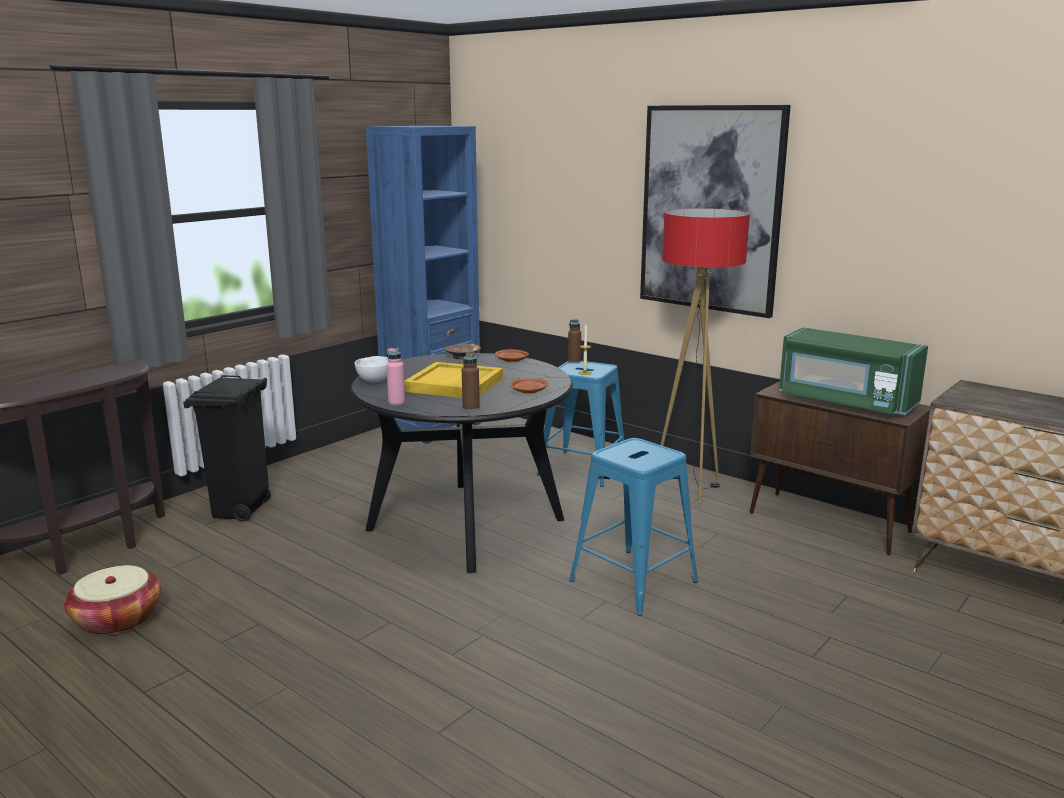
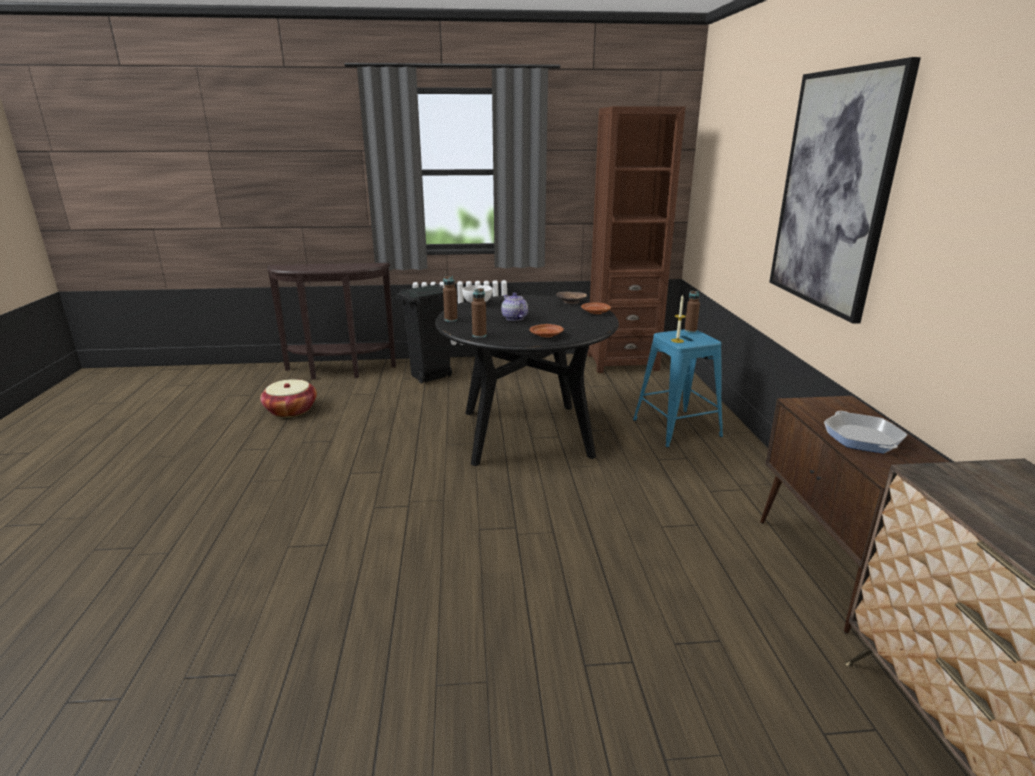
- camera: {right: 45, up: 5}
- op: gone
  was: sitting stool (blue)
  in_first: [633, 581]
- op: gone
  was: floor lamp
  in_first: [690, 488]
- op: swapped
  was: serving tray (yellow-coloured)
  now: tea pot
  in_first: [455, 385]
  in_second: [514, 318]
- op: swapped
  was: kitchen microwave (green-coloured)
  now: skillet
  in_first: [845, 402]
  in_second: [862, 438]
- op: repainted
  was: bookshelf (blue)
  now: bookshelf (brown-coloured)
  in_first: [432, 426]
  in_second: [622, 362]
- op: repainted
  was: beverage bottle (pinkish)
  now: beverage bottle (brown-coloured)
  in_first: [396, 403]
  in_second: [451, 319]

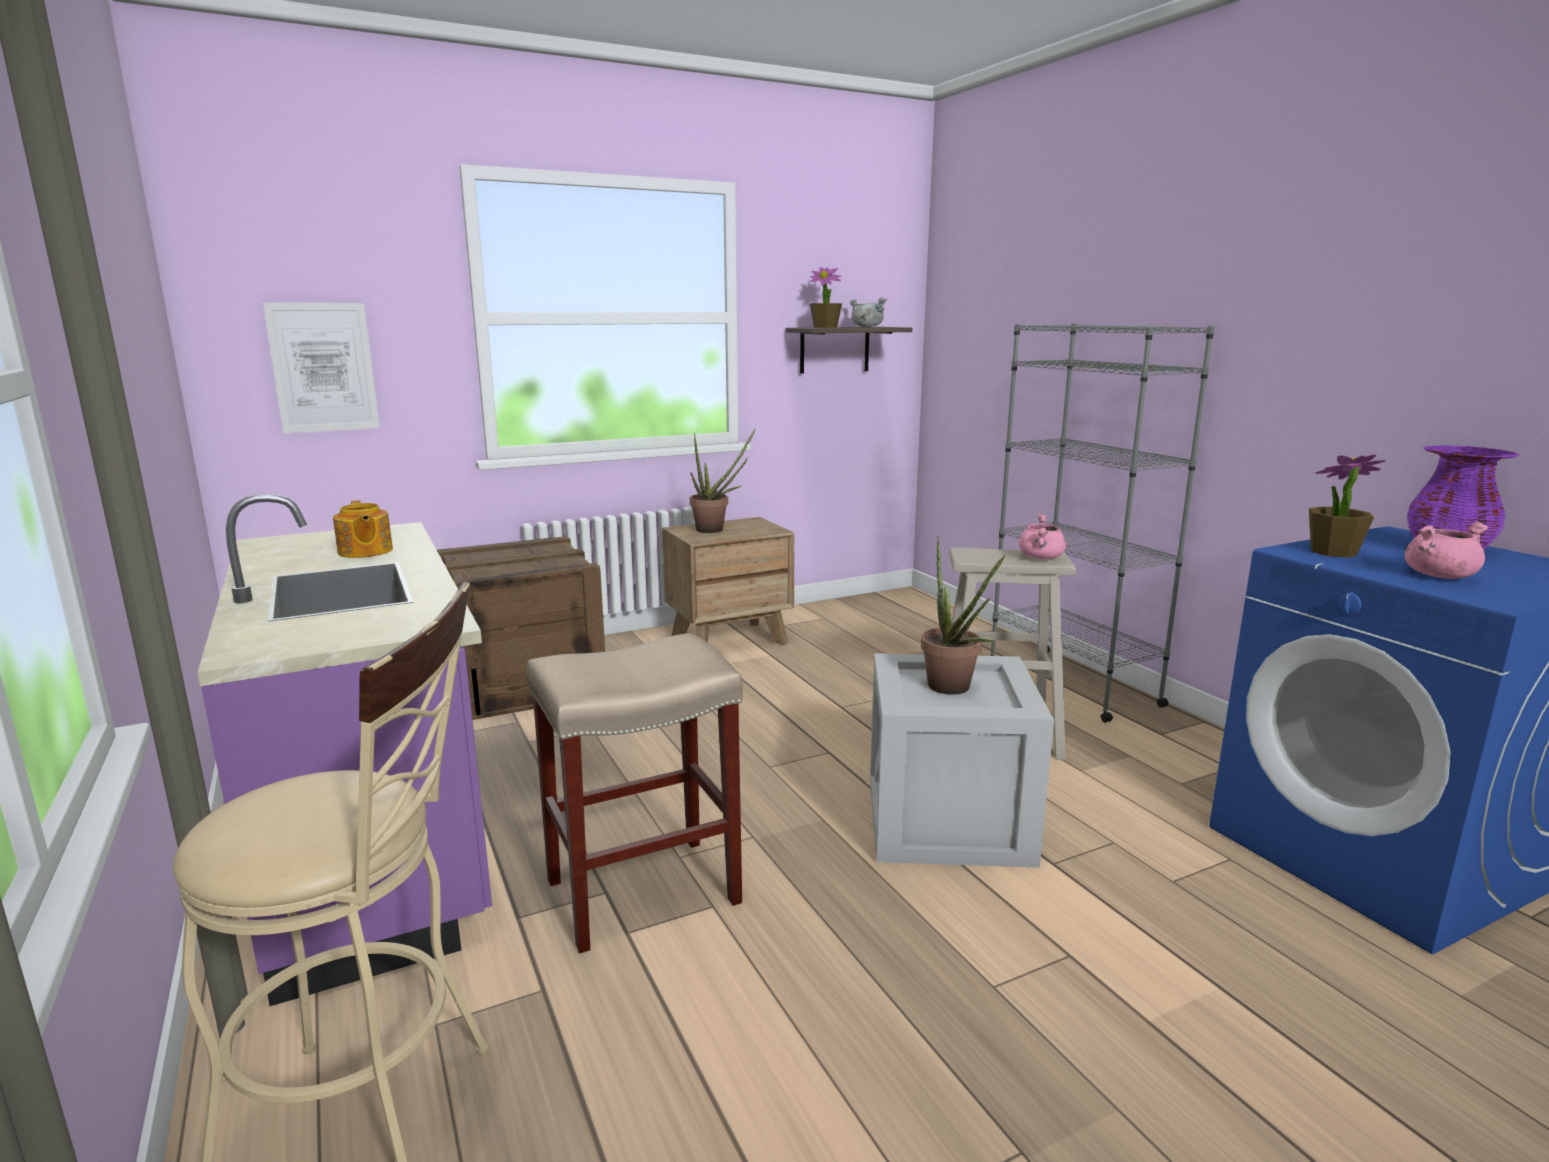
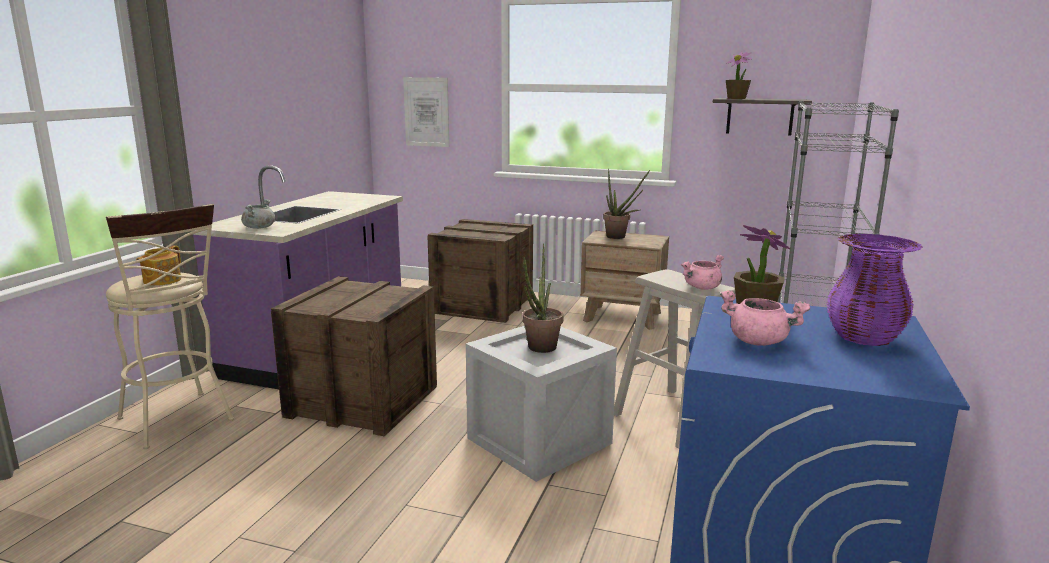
- camera: {right: 45, up: 0}
- op: shifted
  was: tea pot
  in_first: [365, 552]
  in_second: [161, 281]
- op: shifted
  was: cooking pot (grey)
  in_first: [866, 327]
  in_second: [259, 227]
- op: swapped
  was: sitting stool (beige)
  now: shipping crate
  in_first: [645, 890]
  in_second: [363, 401]

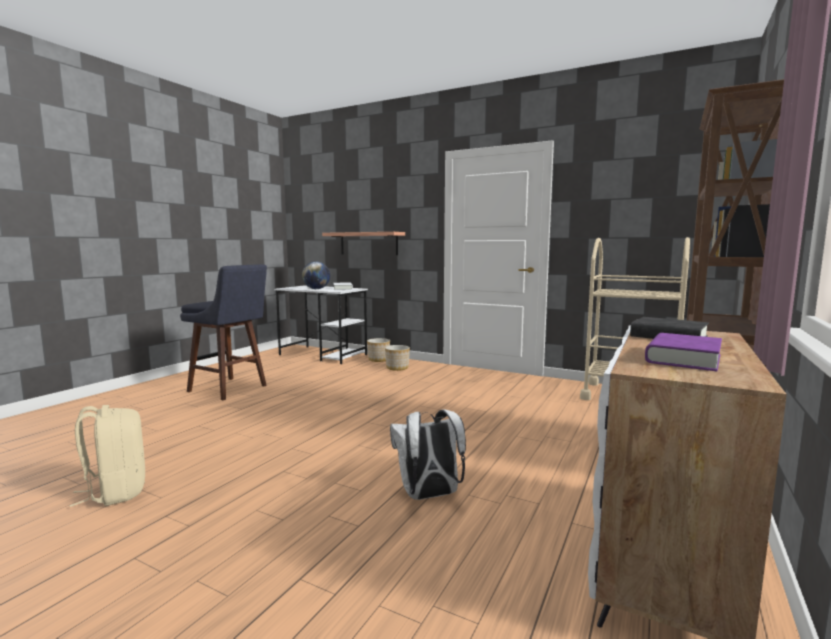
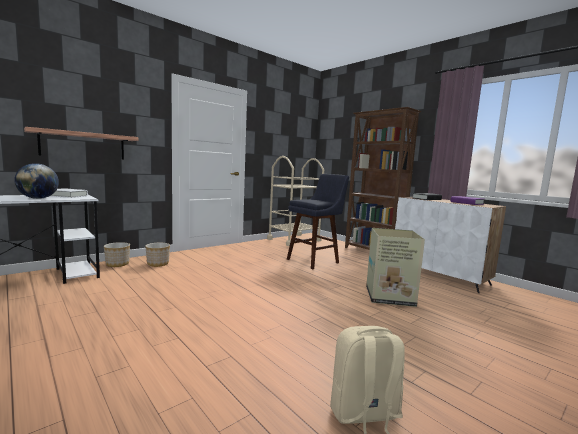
- camera: {right: -70, up: 0}
- op: shifted
  was: sitting stool (blue)
  in_first: [230, 389]
  in_second: [315, 260]
- op: swapped
  was: rucksack (whitish)
  now: packing box
  in_first: [429, 495]
  in_second: [390, 297]

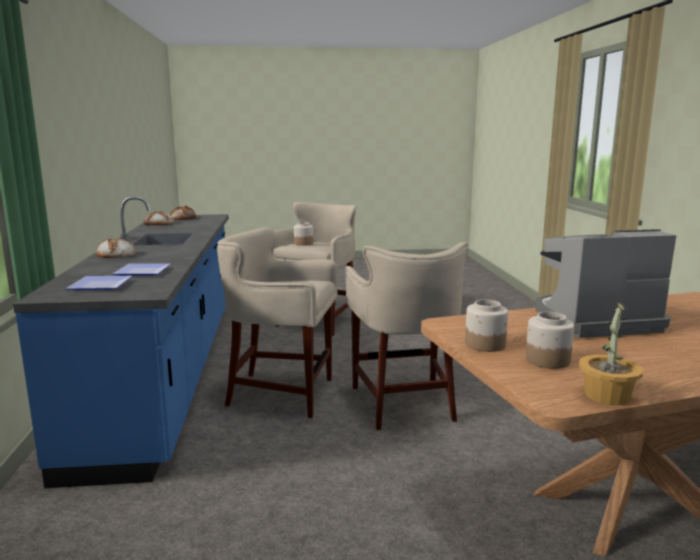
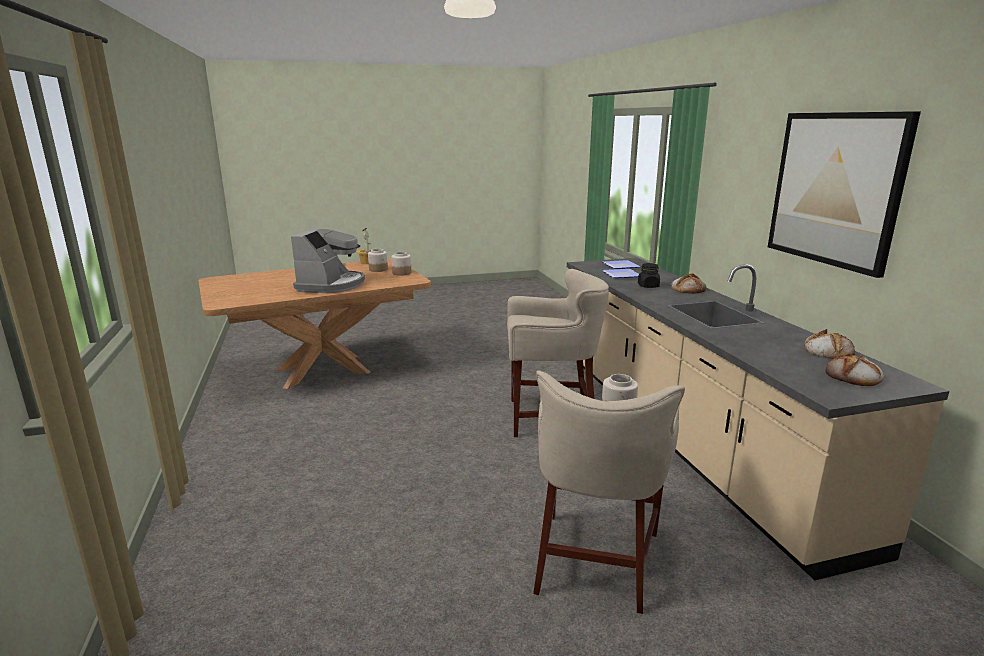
- camera: {right: 170, up: 5}
- op: gone
  was: sitting stool (beige)
  in_first: [404, 402]
- op: new
  now: storage jar (black-coloured)
  in_second: [648, 286]
- op: new
  now: picture
  in_second: [835, 189]
- op: repainted
  was: kitchen counter (blue)
  now: kitchen counter (beige)
  in_first: [169, 370]
  in_second: [683, 433]
- op: rotated
  was: coffee brewer
  in_first: [593, 321]
  in_second: [331, 285]
  clockwise: -60

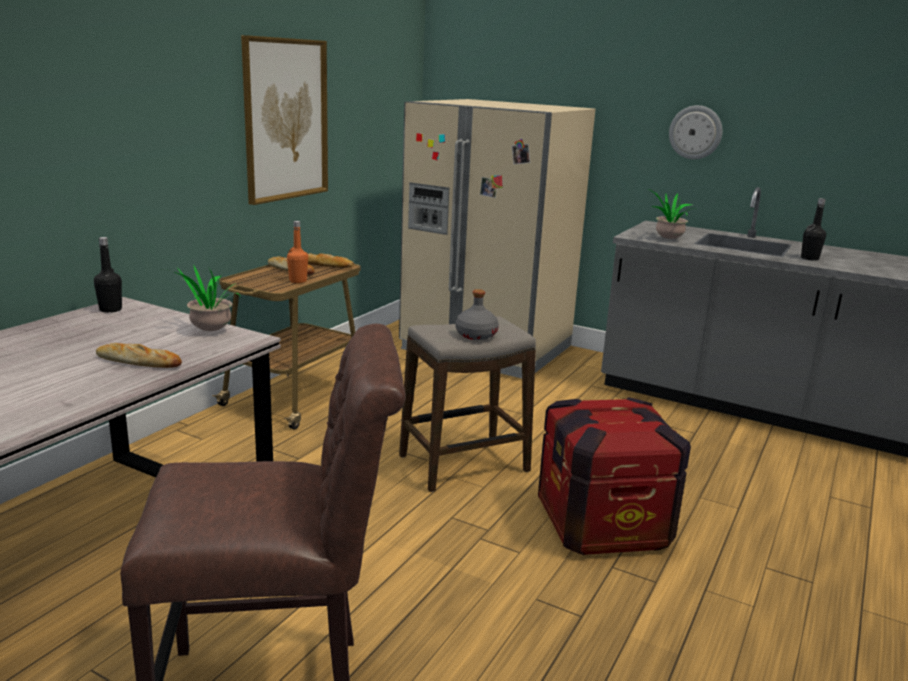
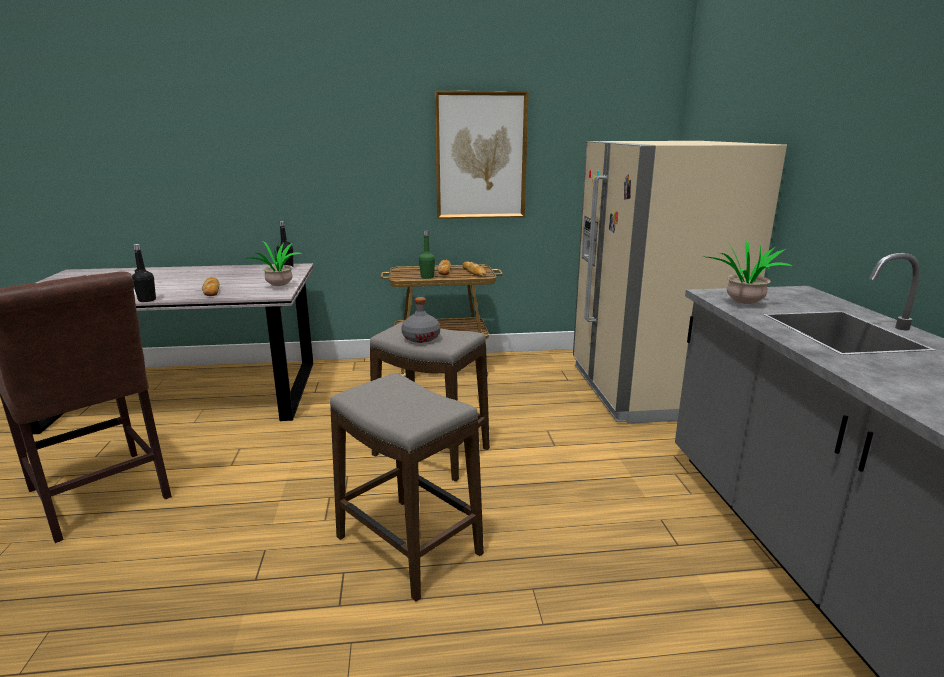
- camera: {right: 55, up: 0}
- op: gone
  was: hanging clock
  in_first: [695, 132]
- op: shifted
  was: beverage bottle (black-coloured)
  in_first: [809, 258]
  in_second: [147, 300]
- op: swapped
  was: shipping crate
  now: sitting stool
  in_first: [602, 525]
  in_second: [408, 545]
- op: repainted
  was: beverage bottle (orangey)
  now: beverage bottle (green-coloured)
  in_first: [298, 281]
  in_second: [427, 277]

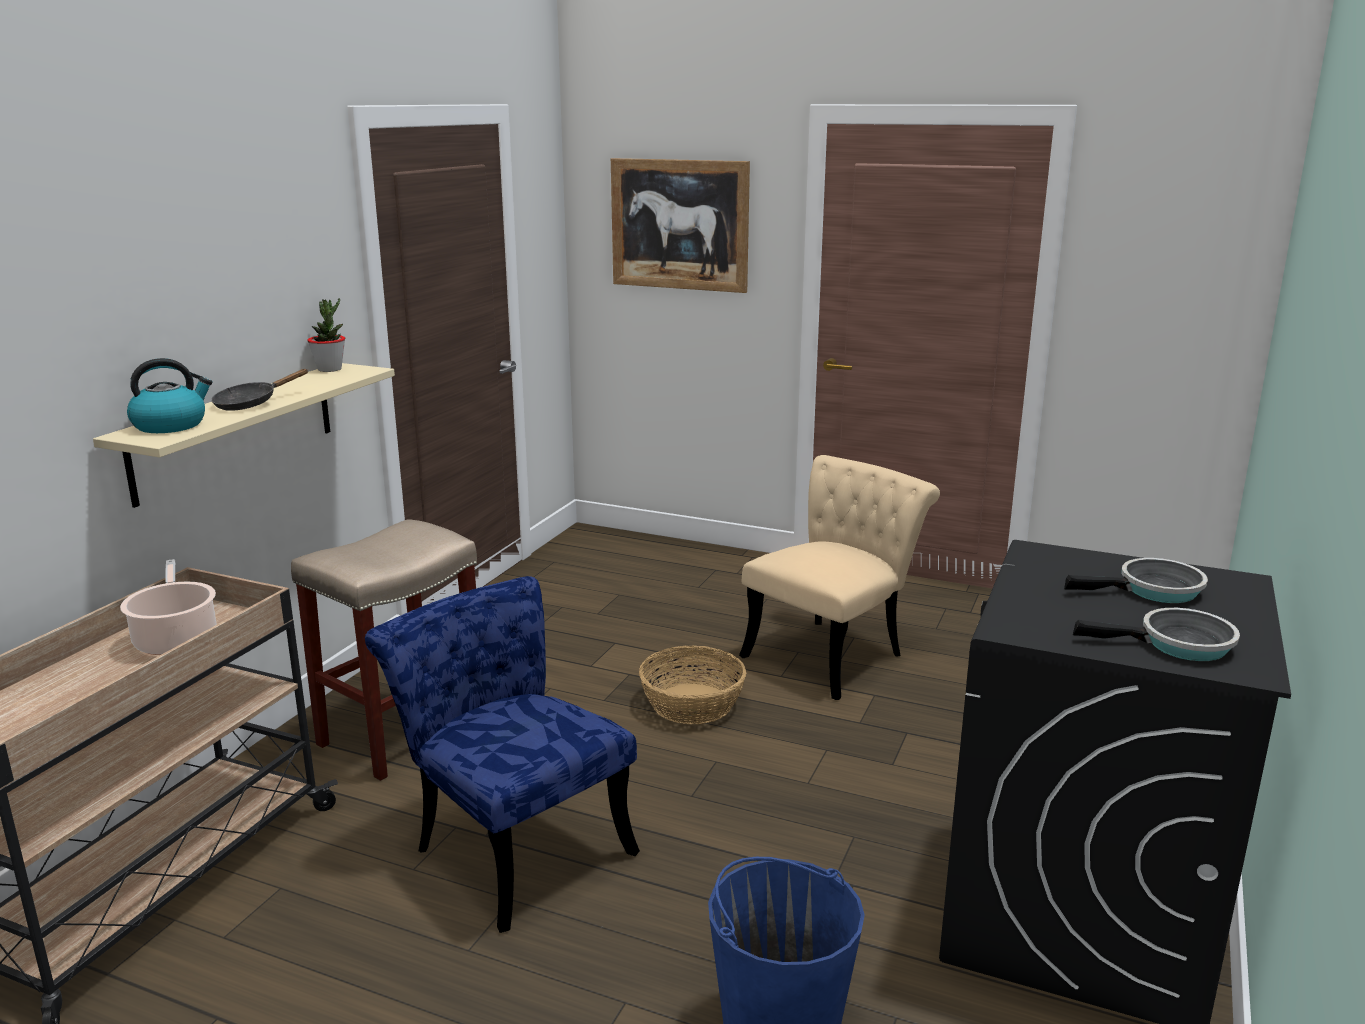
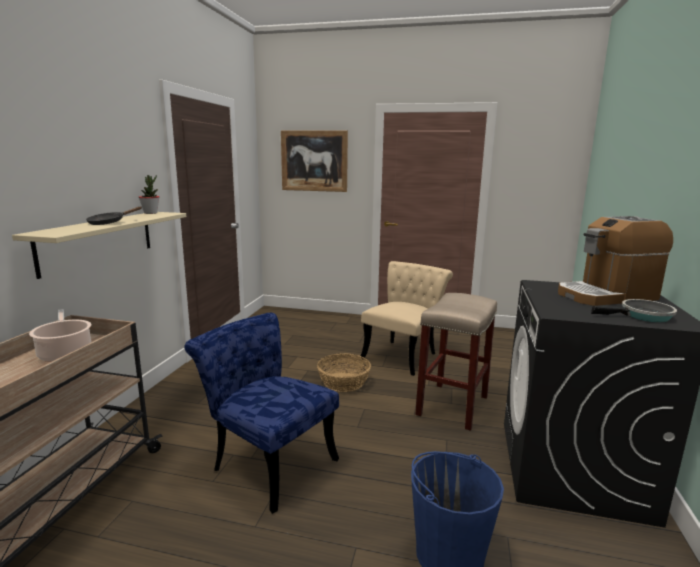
- camera: {right: -10, up: -5}
- op: gone
  was: kettle
  in_first: [171, 425]
- op: shifted
  was: sitting stool (beige)
  in_first: [404, 732]
  in_second: [452, 405]
- op: swapped
  was: skillet
  now: coffee brewer
  in_first: [1154, 590]
  in_second: [606, 295]

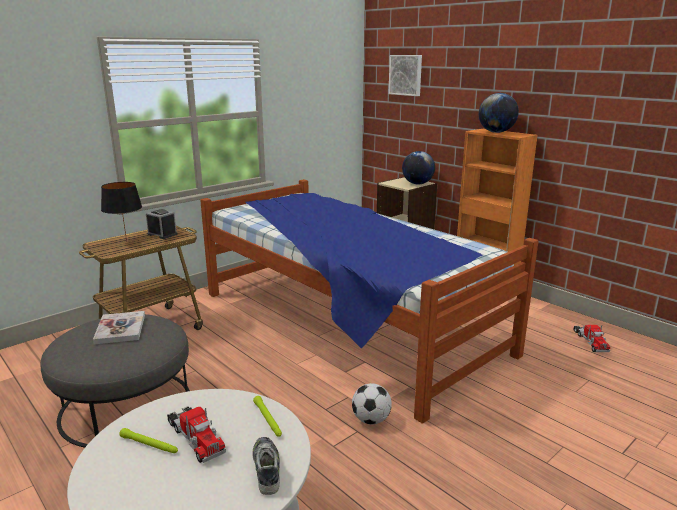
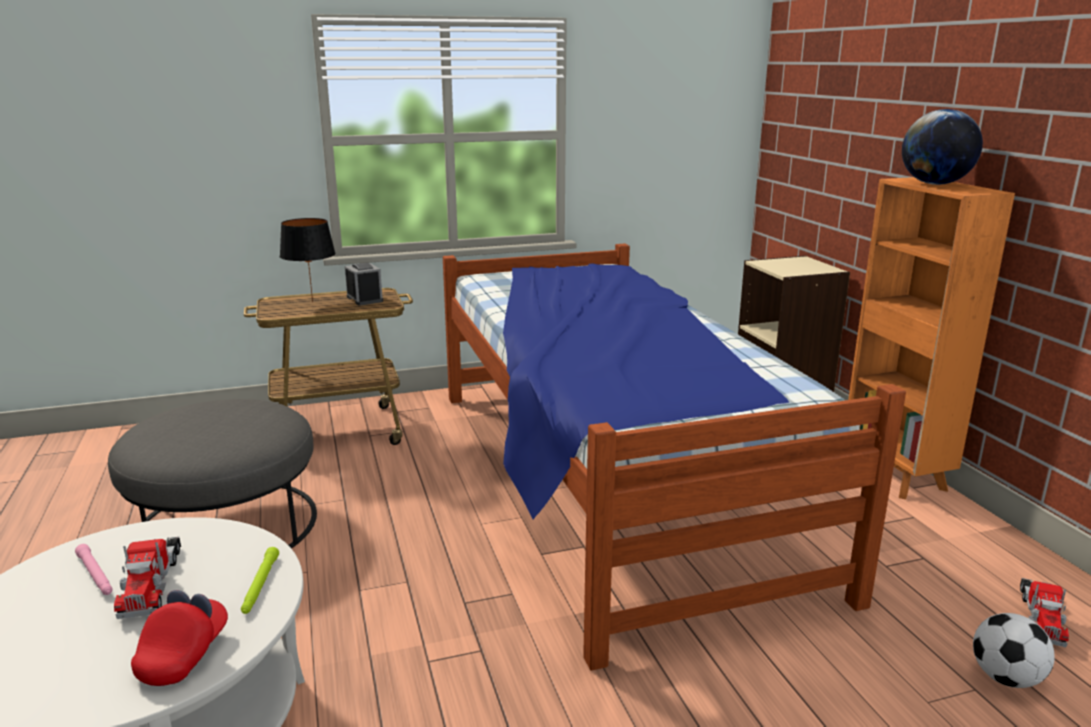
- camera: {right: 25, up: 0}
- op: gone
  was: book
  in_first: [120, 329]
- op: gone
  was: picture
  in_first: [406, 75]
- op: gone
  was: desk globe
  in_first: [417, 184]
- op: shifted
  was: football ball
  in_first: [371, 420]
  in_second: [1006, 678]
- op: swapped
  was: shoe
  now: cap (reddish)
  in_first: [267, 469]
  in_second: [184, 655]
- op: repainted
  was: hand torch (green-coloured)
  now: hand torch (pinkish)
  in_first: [149, 445]
  in_second: [96, 575]

